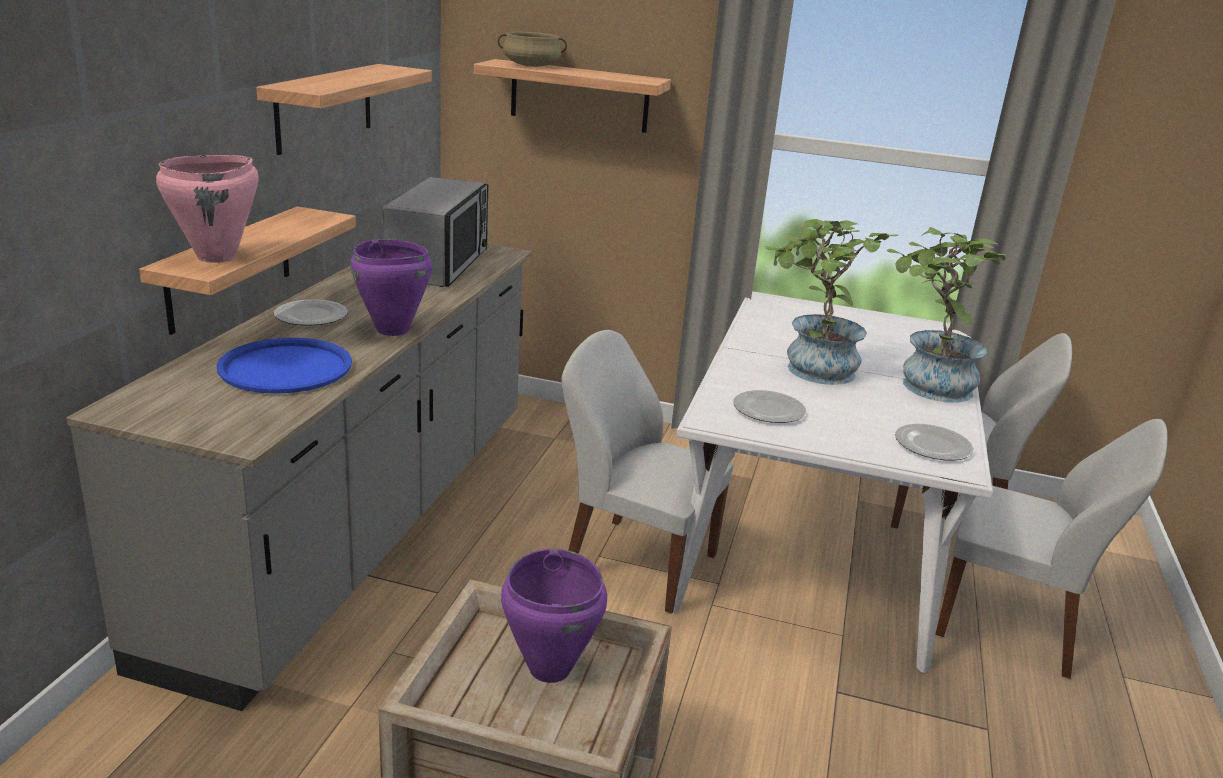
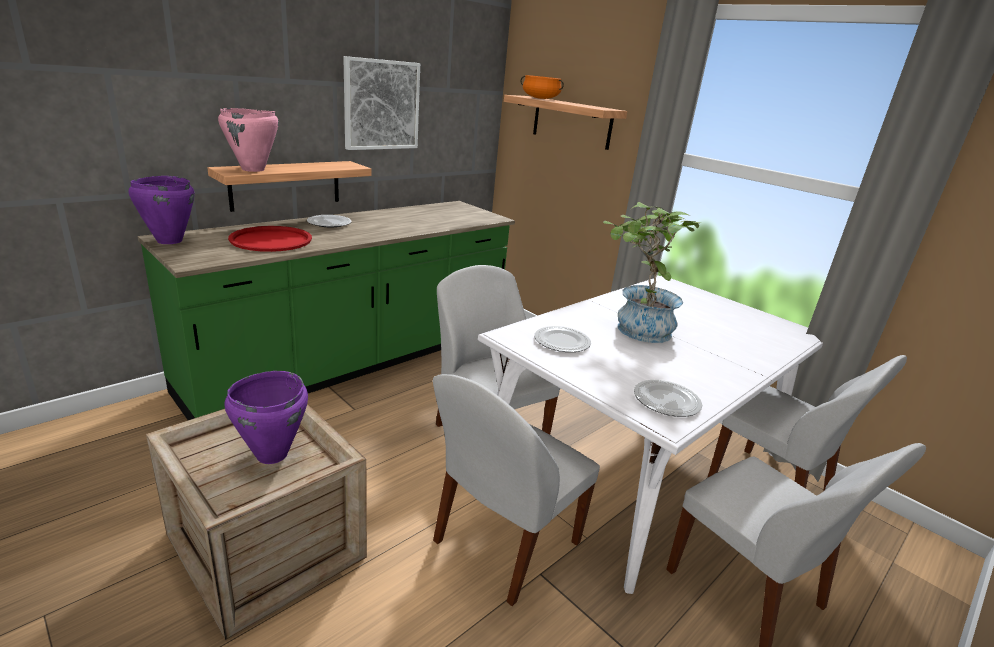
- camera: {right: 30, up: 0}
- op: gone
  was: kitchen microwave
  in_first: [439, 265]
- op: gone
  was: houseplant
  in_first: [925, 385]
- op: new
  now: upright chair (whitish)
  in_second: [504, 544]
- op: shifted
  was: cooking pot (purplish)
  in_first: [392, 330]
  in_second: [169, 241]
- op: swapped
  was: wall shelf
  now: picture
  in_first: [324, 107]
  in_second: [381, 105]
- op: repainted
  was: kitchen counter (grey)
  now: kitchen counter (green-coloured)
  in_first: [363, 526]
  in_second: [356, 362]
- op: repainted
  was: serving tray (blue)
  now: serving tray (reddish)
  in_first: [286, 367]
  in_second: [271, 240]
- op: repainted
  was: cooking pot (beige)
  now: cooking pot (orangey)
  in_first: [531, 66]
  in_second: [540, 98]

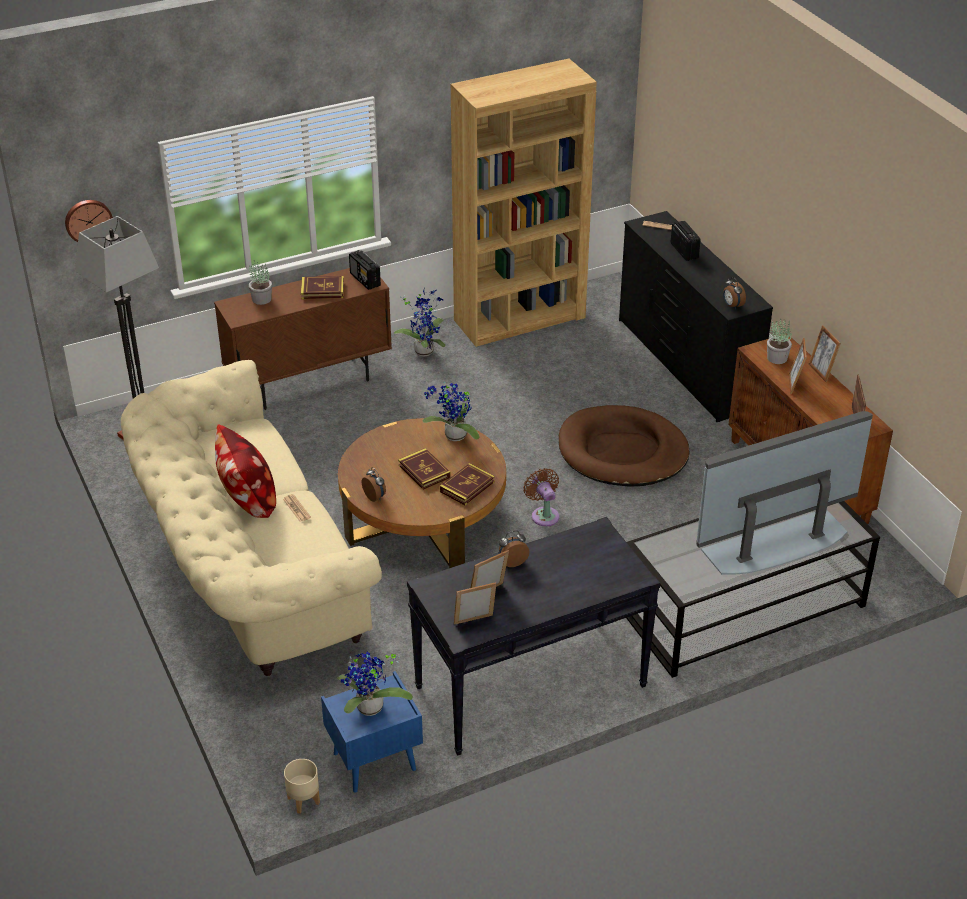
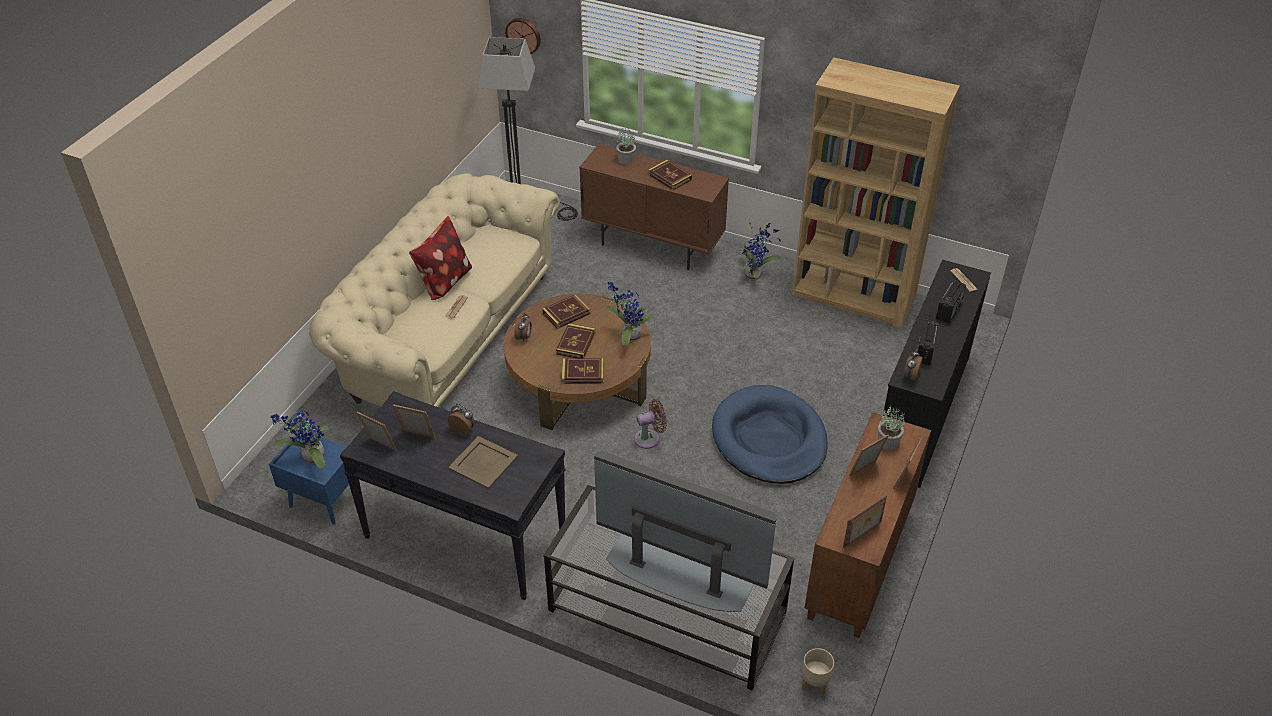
- camera: {right: 50, up: 5}
- op: new
  now: serving tray (beige)
  in_second: [484, 462]
- op: new
  now: book
  in_second: [566, 313]
- op: shifted
  was: plant pot (beige)
  in_first: [304, 800]
  in_second: [815, 683]
- op: shifted
  was: radio receiver
  in_first: [365, 280]
  in_second: [924, 352]
- op: repainted
  was: dog bed (brown-coloured)
  now: dog bed (blue)
  in_first: [622, 452]
  in_second: [769, 439]
- op: rotated
  was: cooling fan (brown-coloured)
  in_first: [544, 514]
  in_second: [649, 438]
  clockwise: 45

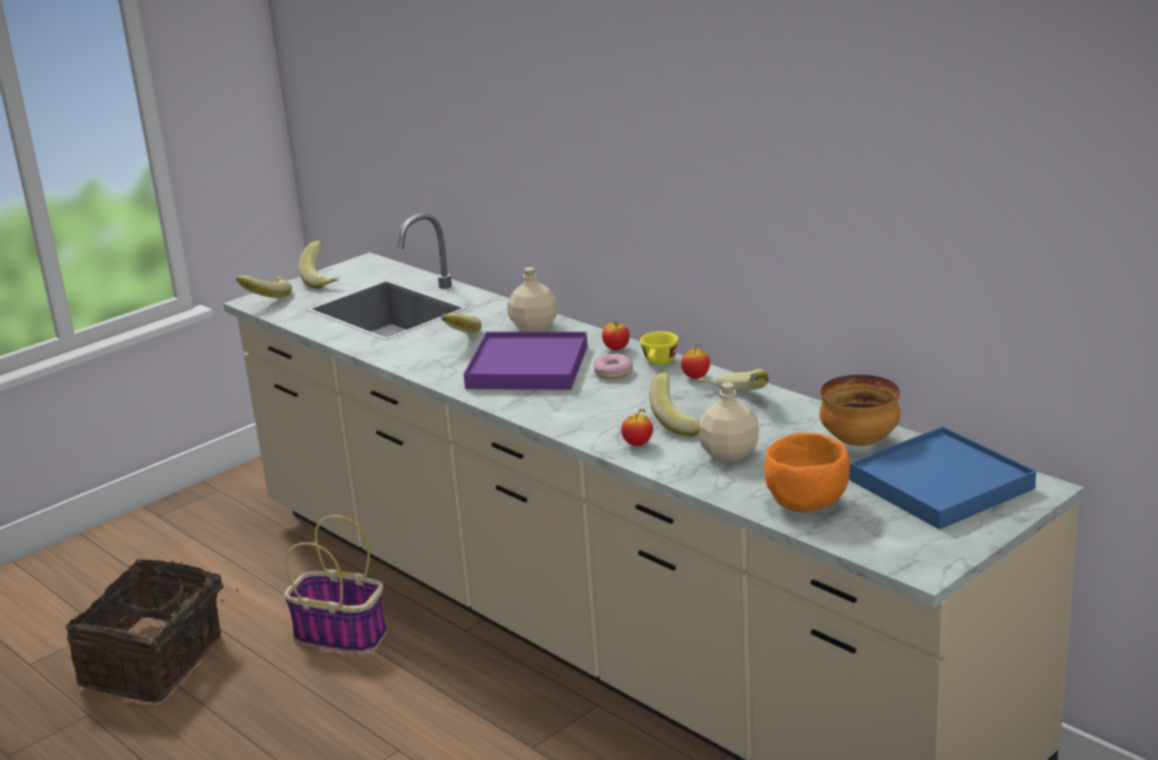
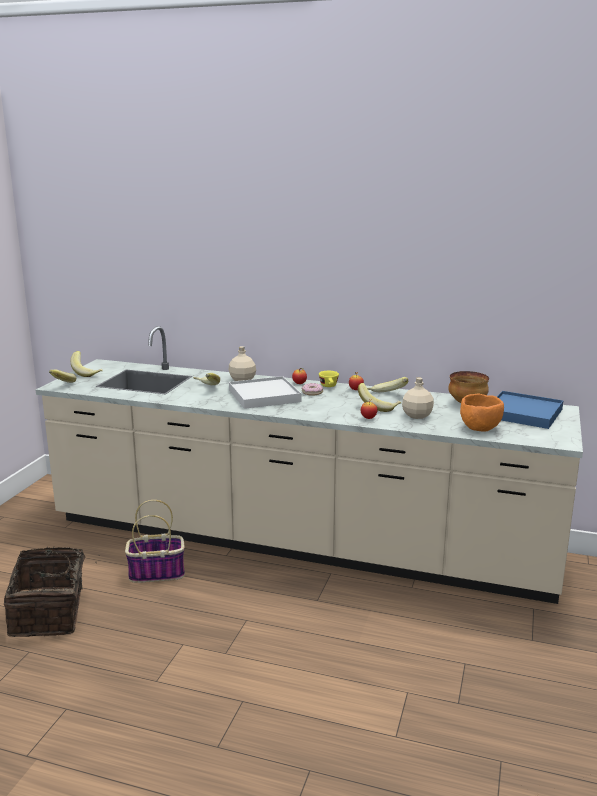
- camera: {right: -30, up: -5}
- op: repainted
  was: serving tray (purplish)
  now: serving tray (whitish)
  in_first: [528, 367]
  in_second: [264, 396]

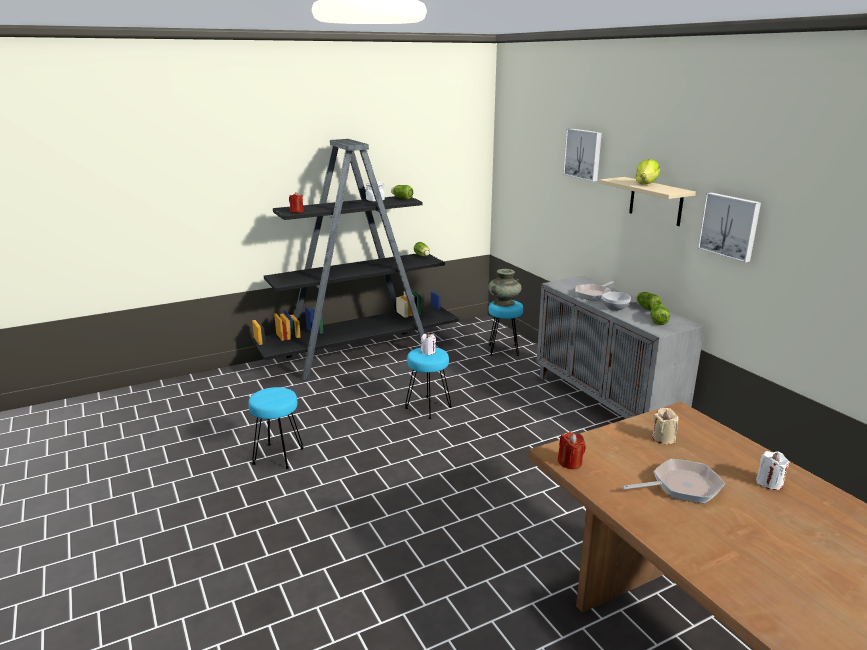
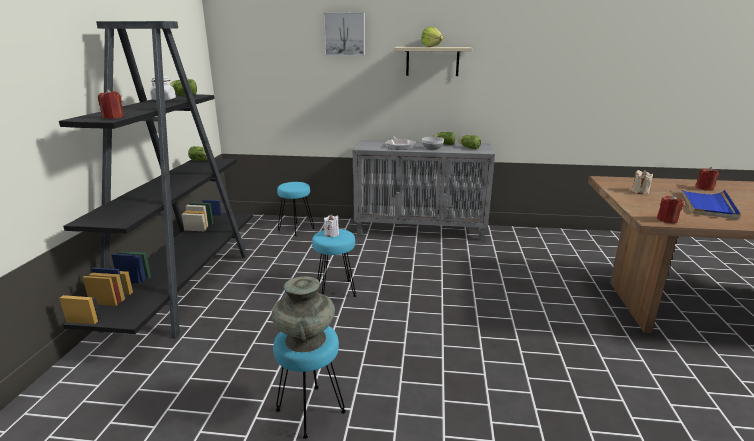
- camera: {right: -55, up: 0}
- op: gone
  was: picture
  in_first: [730, 226]
- op: shifted
  was: vase (turquoise)
  in_first: [504, 303]
  in_second: [305, 339]
- op: swapped
  was: skillet
  now: serving tray (blue)
  in_first: [681, 486]
  in_second: [707, 205]
- op: repainted
  was: candle (whitish)
  now: candle (reddish)
  in_first: [769, 483]
  in_second: [704, 188]

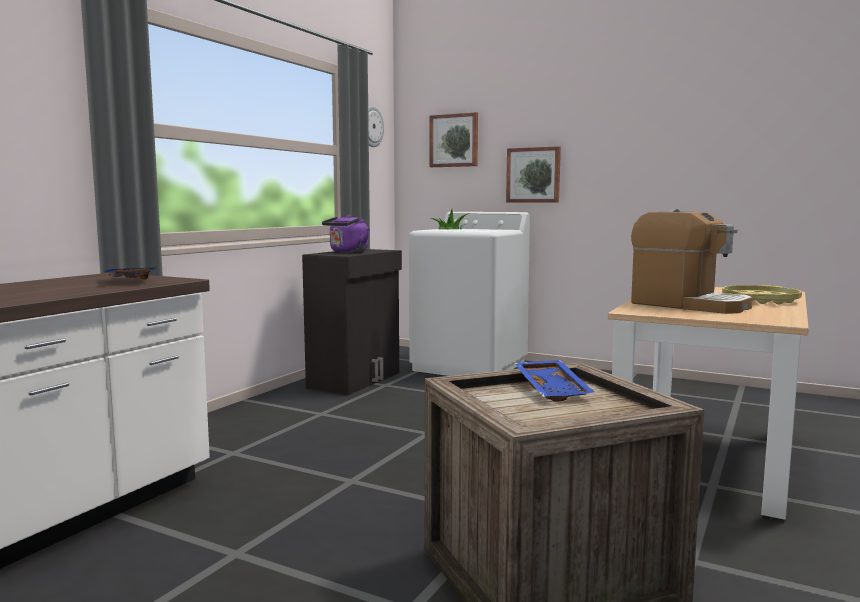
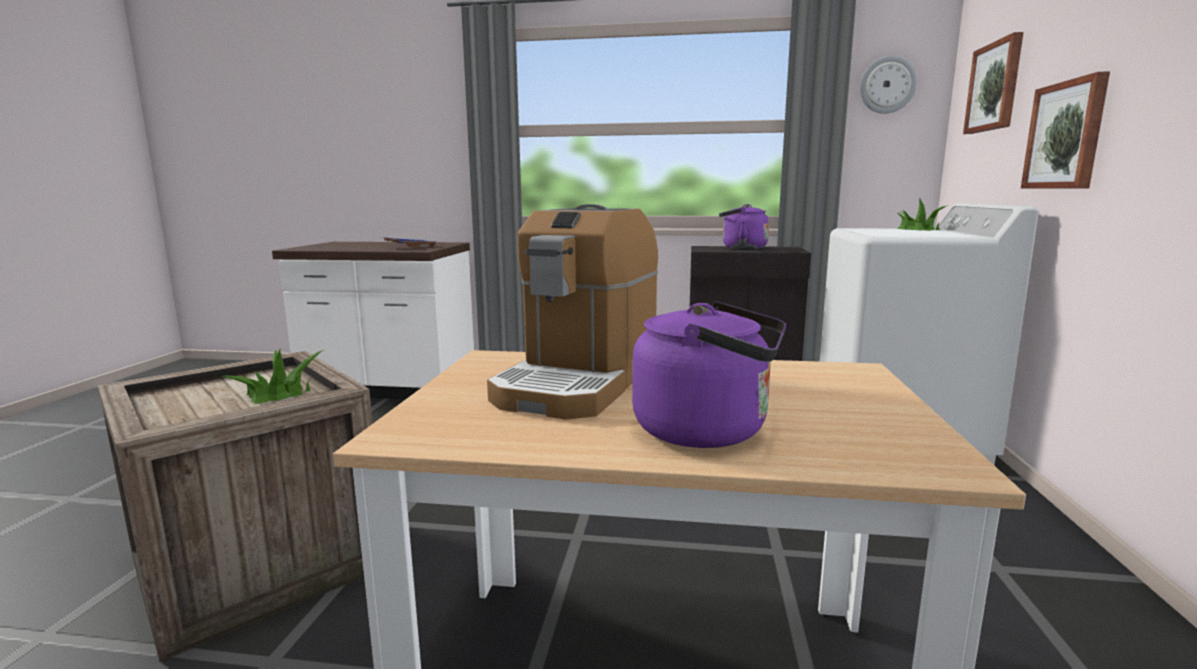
- camera: {right: 70, up: 5}
- op: swapped
  was: serving tray (blue)
  now: houseplant
  in_first: [553, 390]
  in_second: [278, 393]
- op: swapped
  was: serving tray (yellow-coloured)
  now: kettle (purplish)
  in_first: [760, 300]
  in_second: [708, 431]

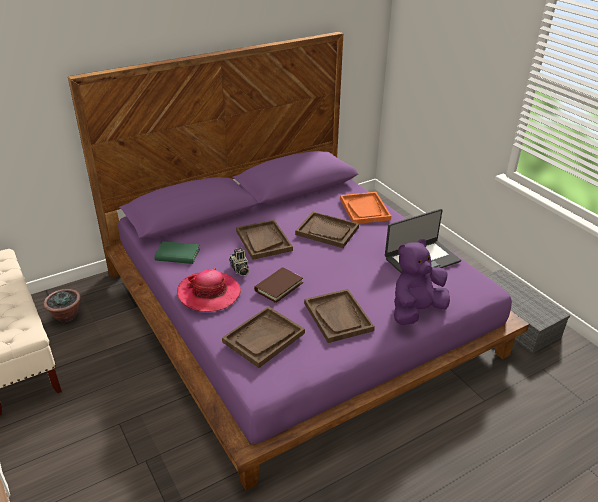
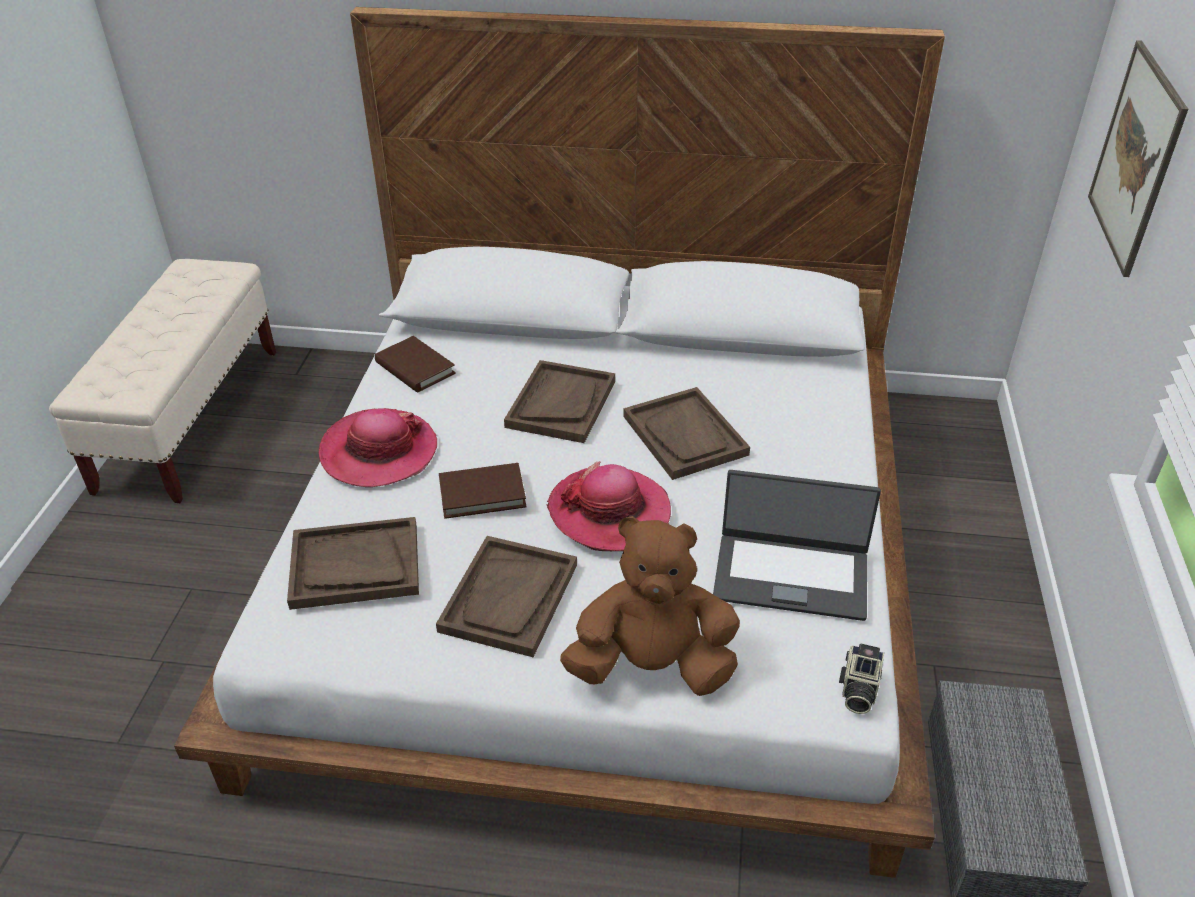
- camera: {right: 40, up: 5}
- op: gone
  was: houseplant
  in_first: [66, 316]
- op: gone
  was: serving tray (orangey)
  in_first: [365, 209]
- op: new
  now: wearable hat
  in_second: [609, 512]
- op: new
  now: picture
  in_second: [1135, 157]
- op: shifted
  was: still camera
  in_first: [239, 270]
  in_second: [857, 689]
- op: repainted
  was: sleeping bed (purplish)
  now: sleeping bed (whitish)
  in_first: [298, 311]
  in_second: [599, 560]
- op: repainted
  was: book (green-coloured)
  now: book (brown-coloured)
  in_first: [177, 255]
  in_second: [415, 368]
- op: repainted
  was: soft toy (purplish)
  now: soft toy (brown-coloured)
  in_first: [416, 311]
  in_second: [652, 666]

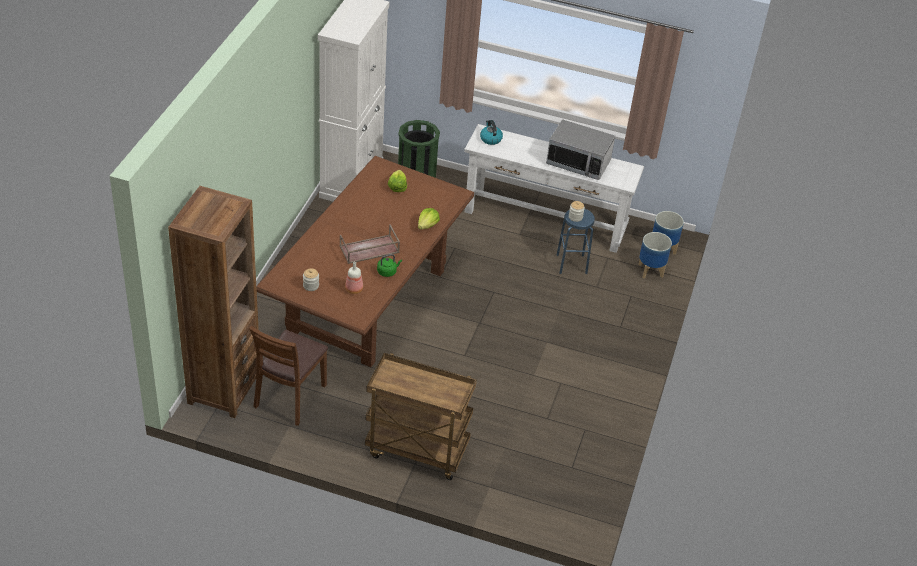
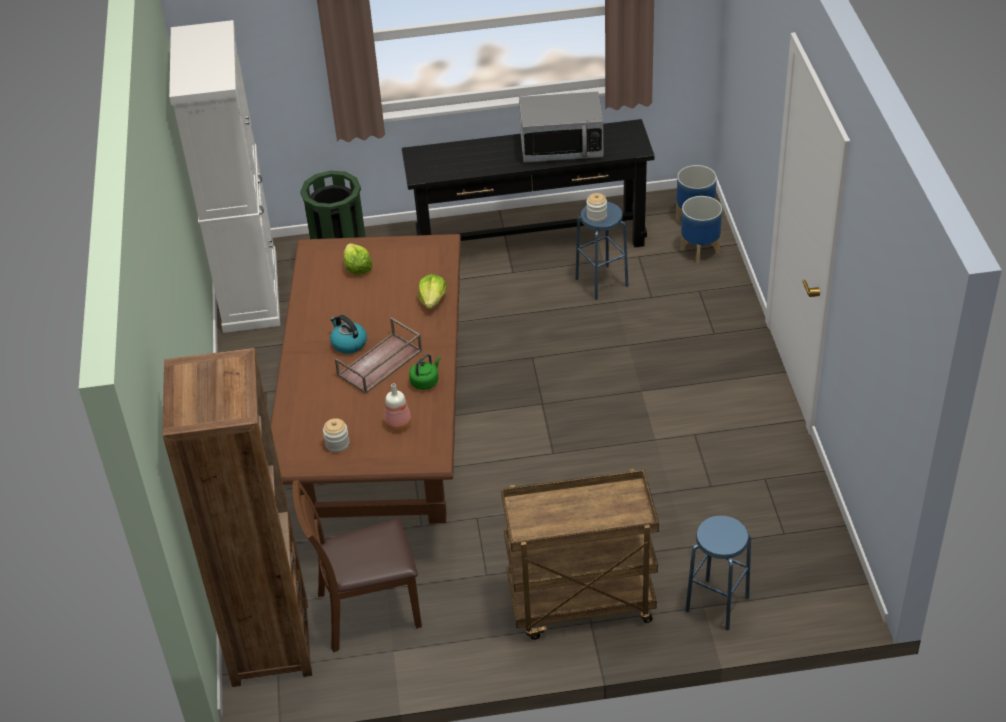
- camera: {right: -20, up: 0}
- op: new
  now: sitting stool (blue)
  in_second: [717, 604]
- op: shifted
  was: kettle
  in_first: [490, 139]
  in_second: [348, 343]
- op: repainted
  was: narrow table (whitish)
  now: narrow table (black-coloured)
  in_first: [545, 220]
  in_second: [531, 242]
- op: rotated
  was: upright chair (brown-coloured)
  in_first: [290, 397]
  in_second: [367, 611]
  clockwise: 75

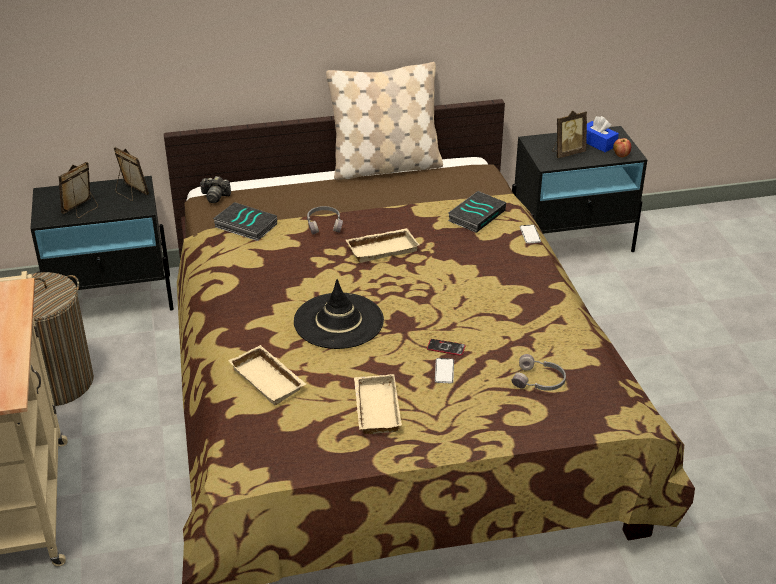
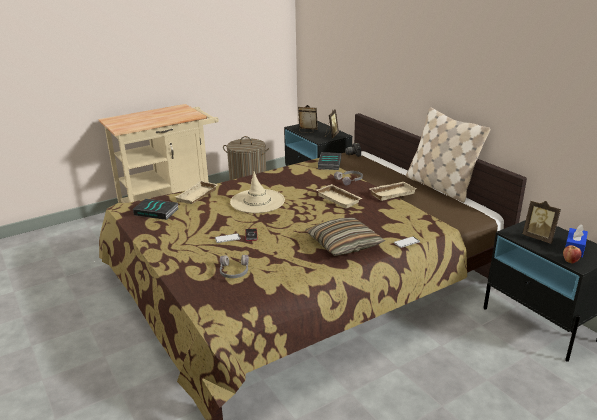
- camera: {right: 70, up: -10}
- op: new
  now: cushion
  in_second: [344, 244]
- op: shifted
  was: serving tray (beige)
  in_first: [374, 408]
  in_second: [392, 193]
- op: shifted
  was: book
  in_first: [476, 215]
  in_second: [157, 212]
- op: repainted
  was: wearable hat (black-coloured)
  now: wearable hat (beige)
  in_first: [338, 321]
  in_second: [257, 201]

